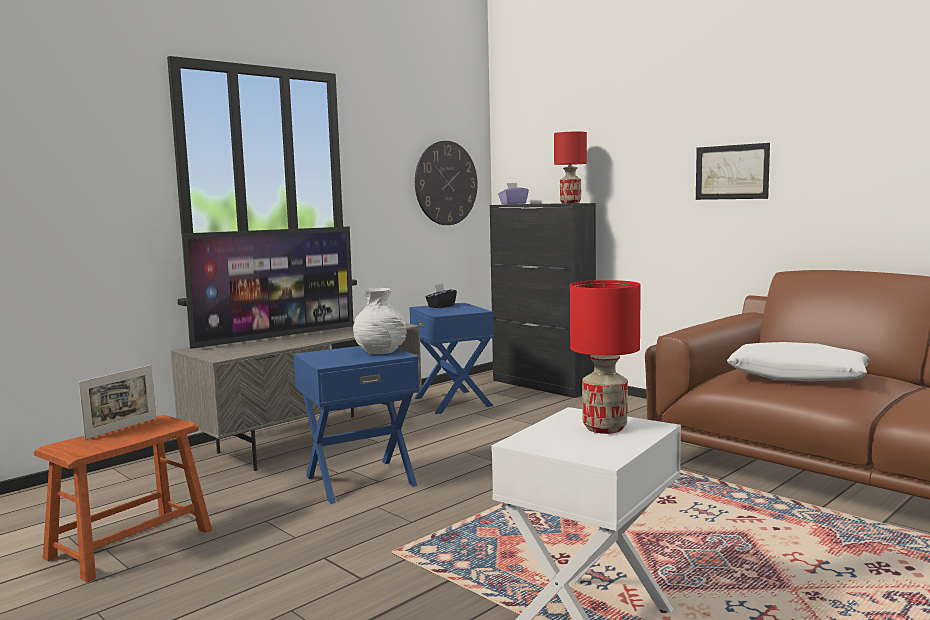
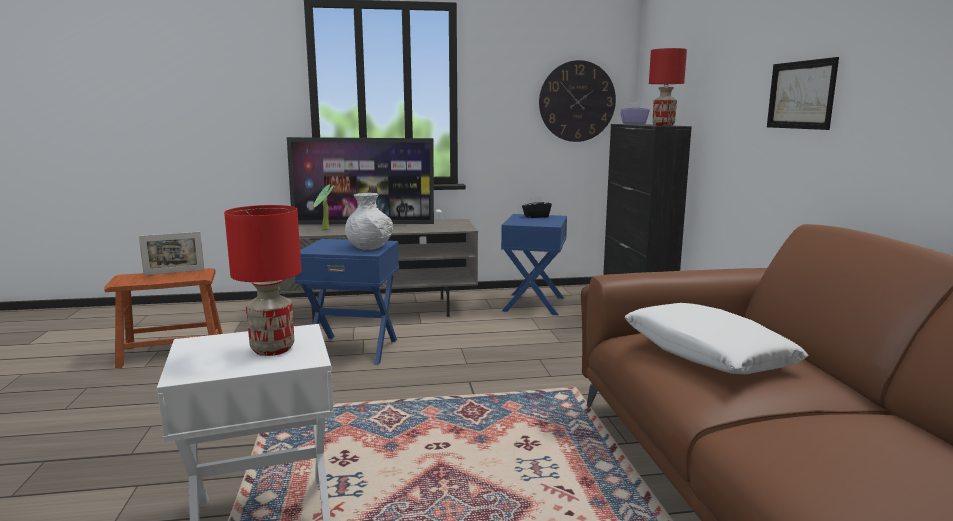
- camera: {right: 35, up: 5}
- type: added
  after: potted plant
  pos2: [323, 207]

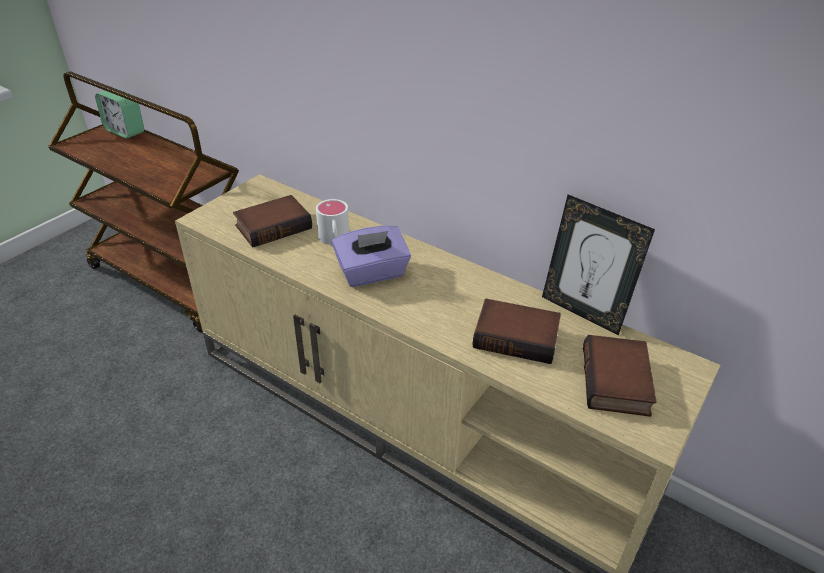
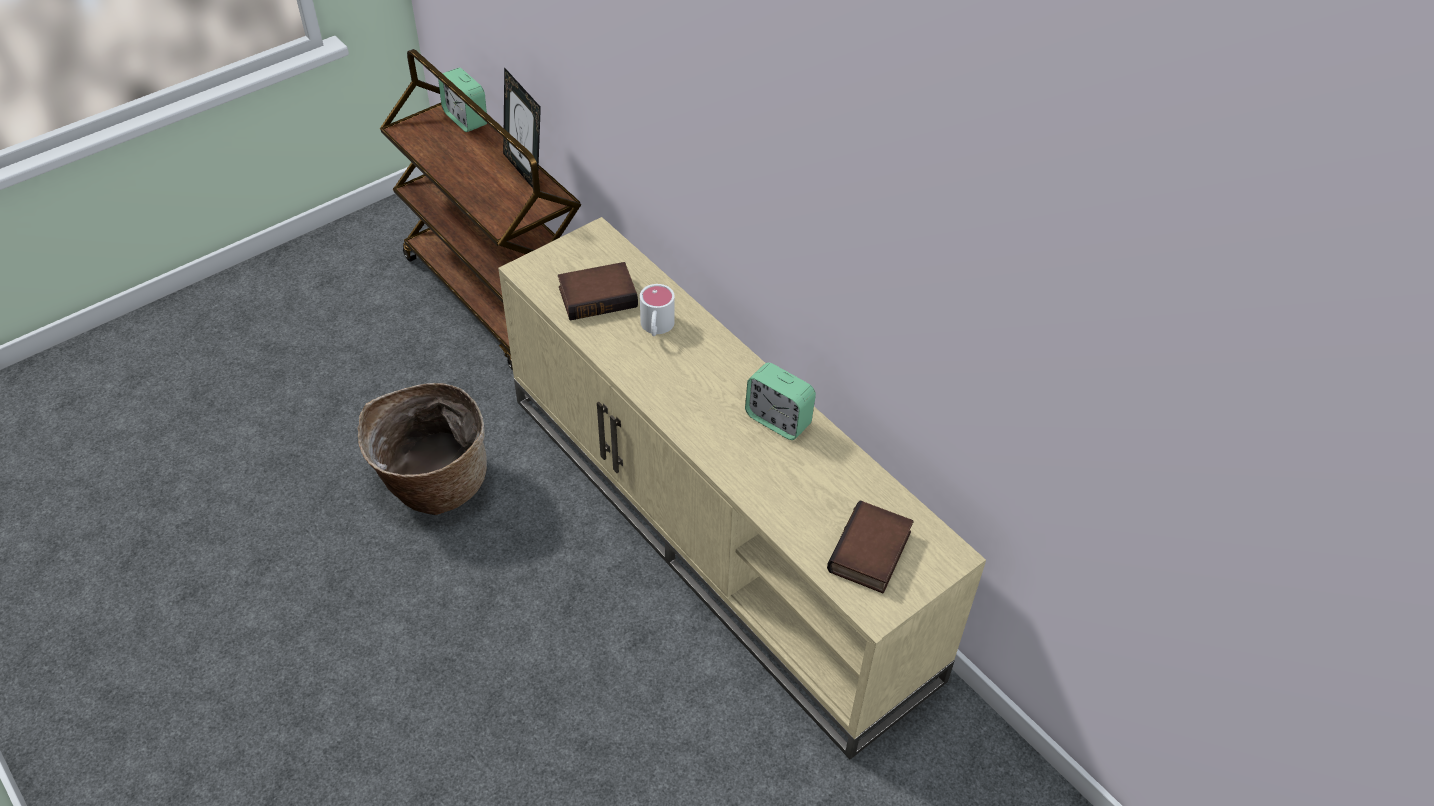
- camera: {right: 15, up: 10}
- type: added
  after: basket
  pos2: [422, 449]
- type: moved
  before: picture frame
  pos1: [598, 265]
  pos2: [522, 127]
- type: added
  after: alarm clock
  pos2: [780, 401]
- type: removed
  before: purple tissue box
  pos1: [371, 256]
- type: removed
  before: book
  pos1: [517, 331]

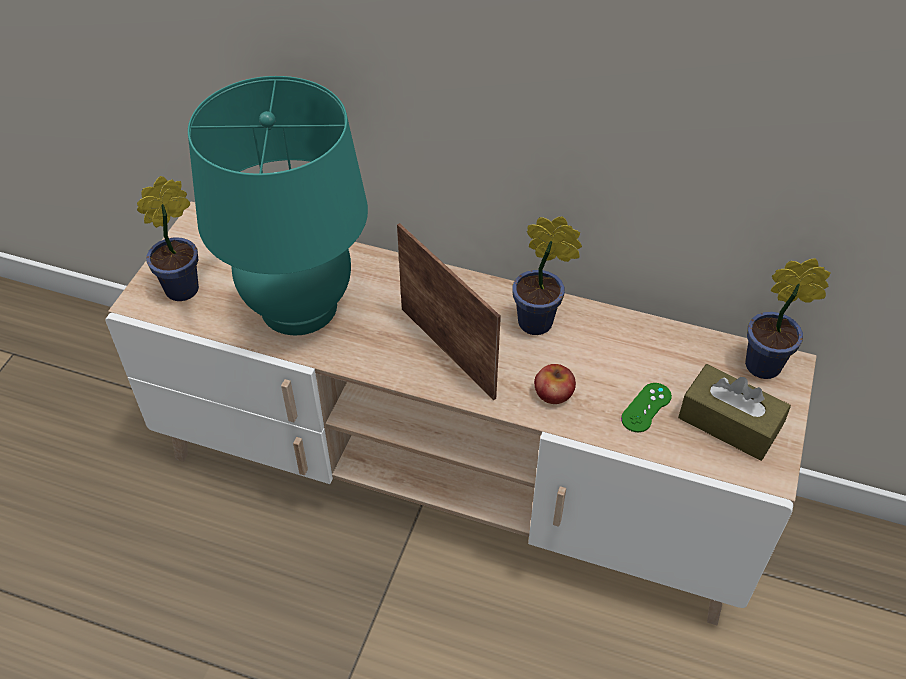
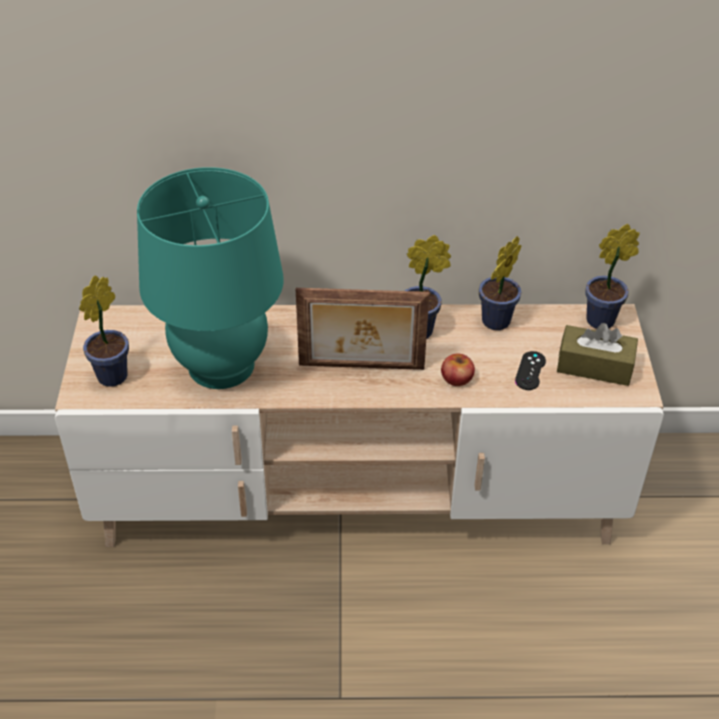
- camera: {right: -20, up: -5}
- type: turned
  before: picture frame
  pos1: [449, 311]
  pos2: [362, 329]
  turn: 150
- type: added
  after: potted plant
  pos2: [500, 283]
- type: recoloured
  before: green game controller
  after: black game controller
  pos1: [646, 407]
  pos2: [530, 370]

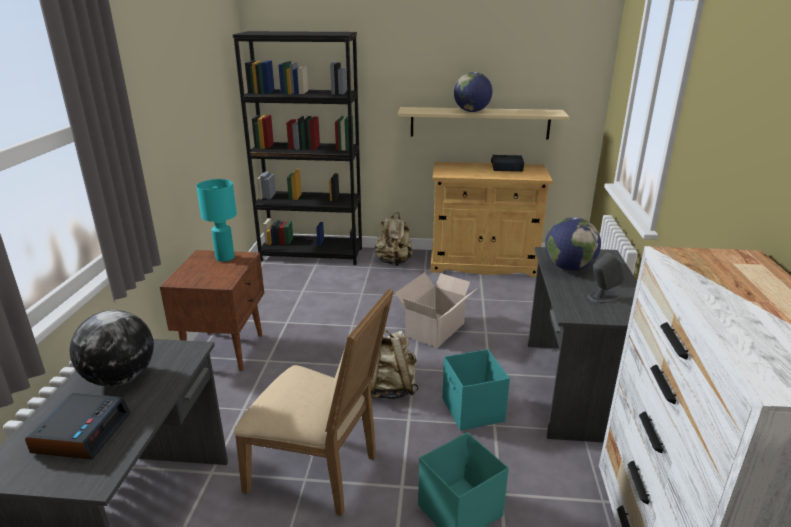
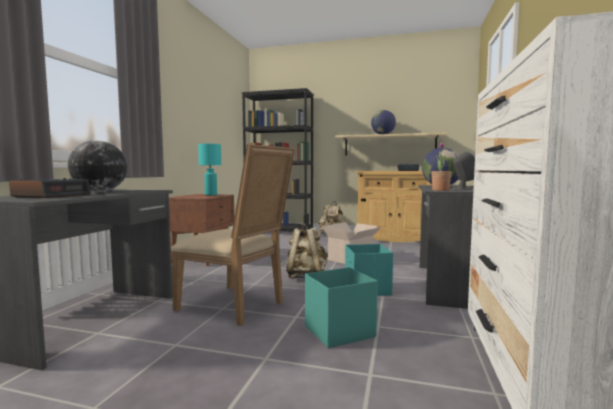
- camera: {right: 10, up: -20}
- type: added
  after: potted plant
  pos2: [441, 166]

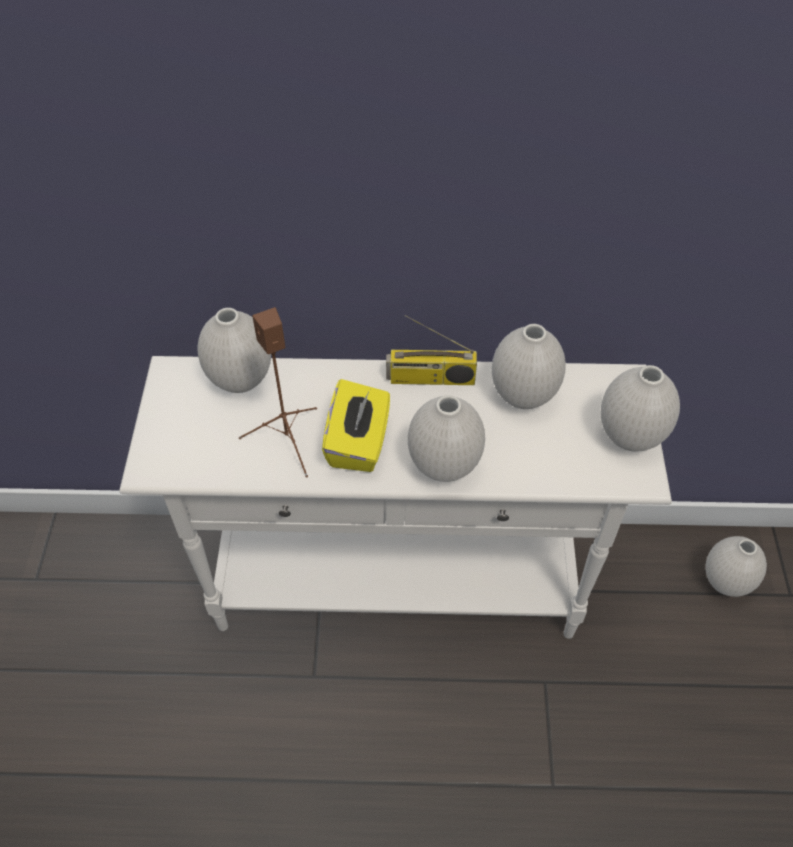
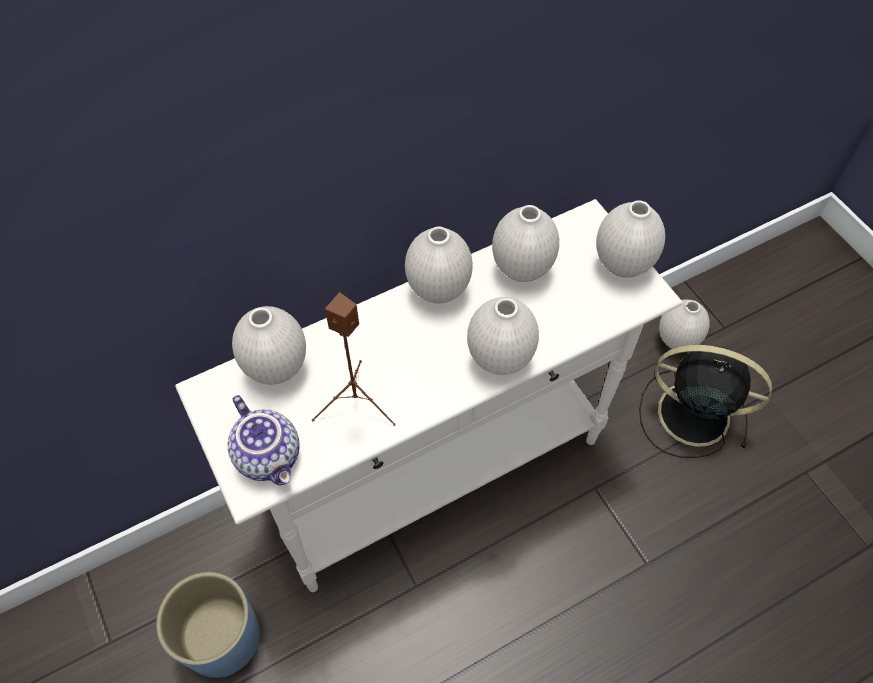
- camera: {right: -30, up: 5}
- type: added
  after: blue planter
  pos2: [208, 625]
- type: added
  after: teapot
  pos2: [264, 440]
- type: replaced
  before: radio
  after: white vase
  pos1: [431, 350]
  pos2: [439, 265]
- type: added
  after: black fan
  pos2: [705, 401]
- type: removed
  before: yellow tissue box
  pos1: [356, 425]

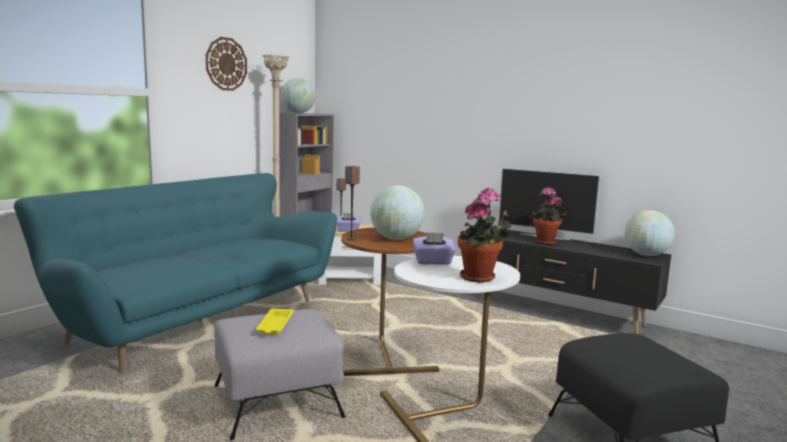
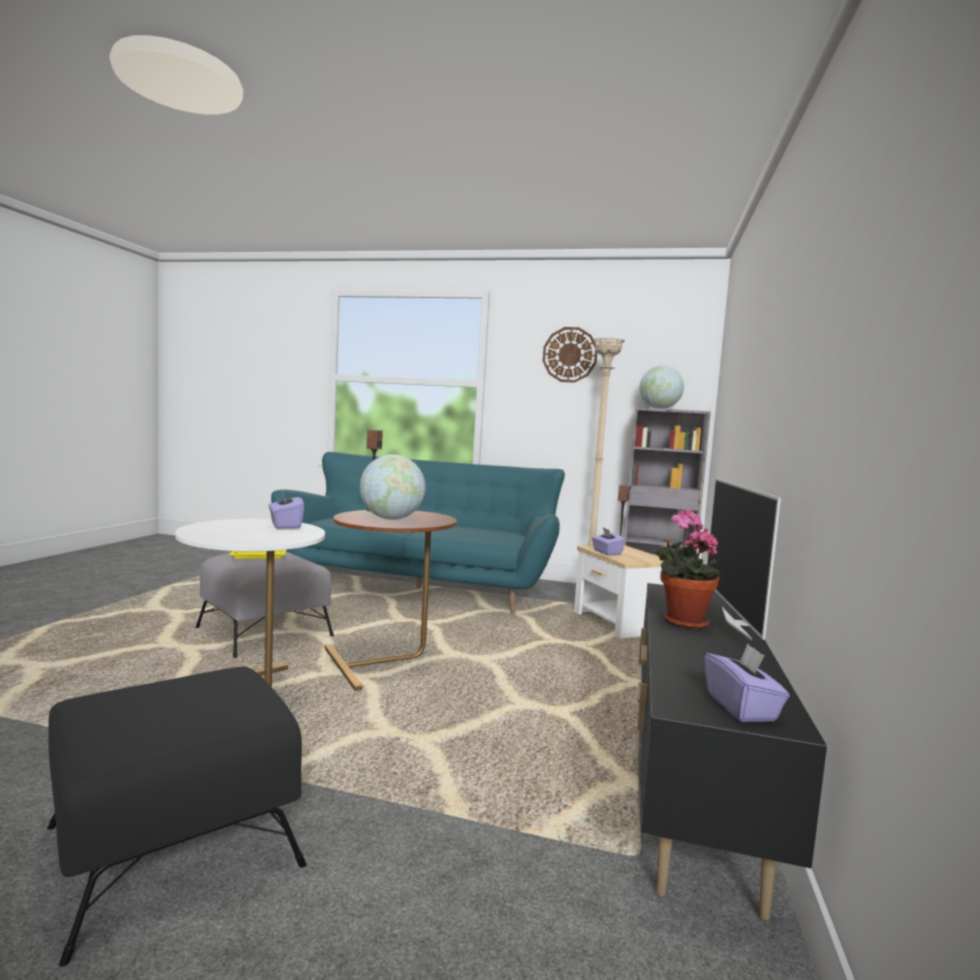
- camera: {right: 70, up: -5}
- type: replaced
  before: globe
  after: purple tissue box
  pos1: [650, 233]
  pos2: [747, 683]
- type: removed
  before: potted plant
  pos1: [484, 235]

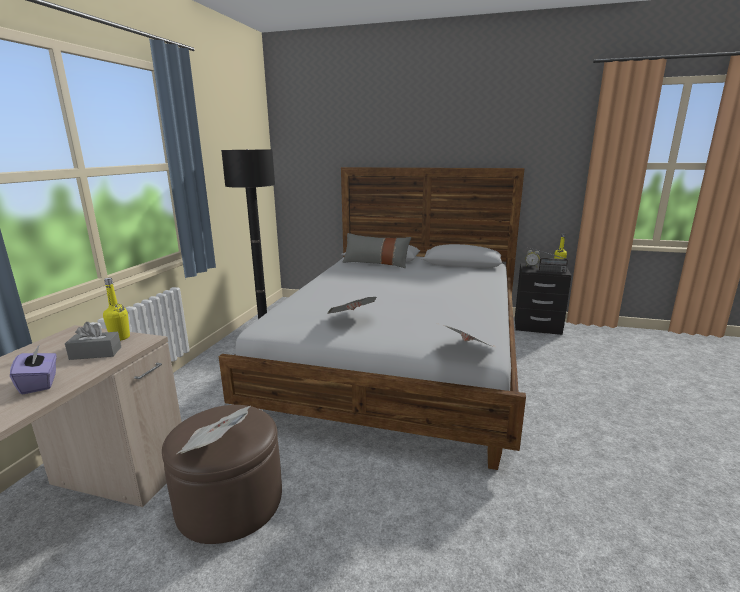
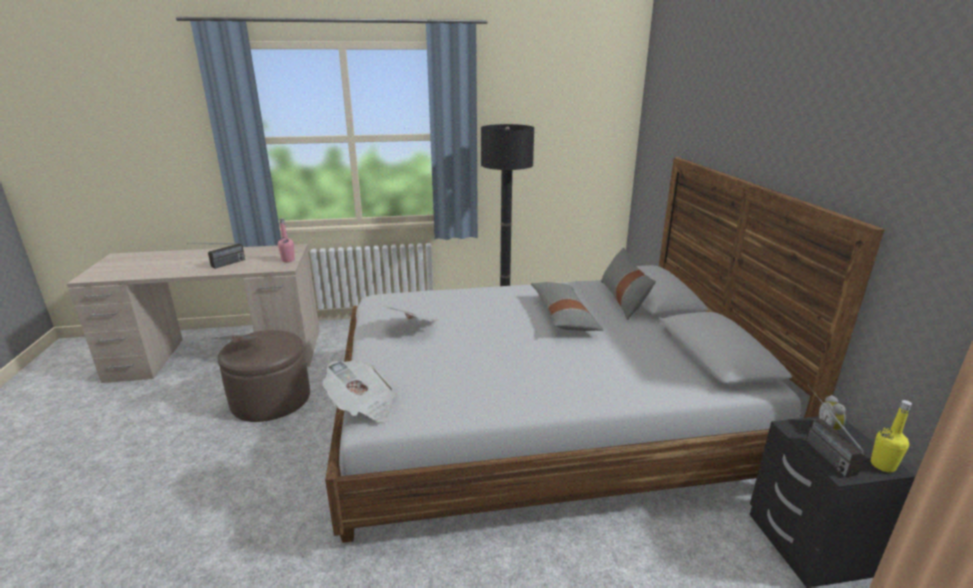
- camera: {right: 65, up: 5}
- type: replaced
  before: purple tissue box
  after: radio
  pos1: [33, 369]
  pos2: [216, 256]
- type: recoloured
  before: yellow bottle
  after: pink bottle
  pos1: [116, 309]
  pos2: [286, 240]
- type: added
  after: grey pillow
  pos2: [567, 306]
- type: removed
  before: grey tissue box
  pos1: [93, 341]

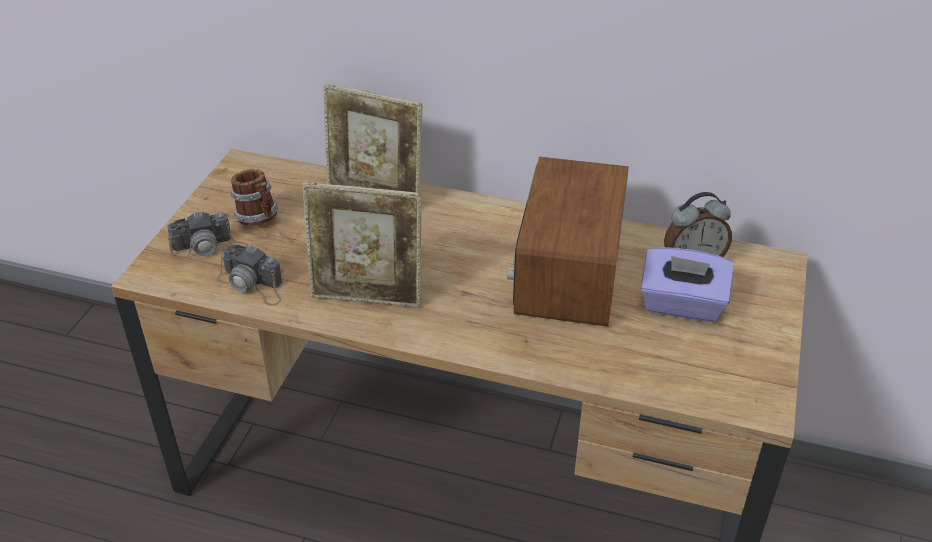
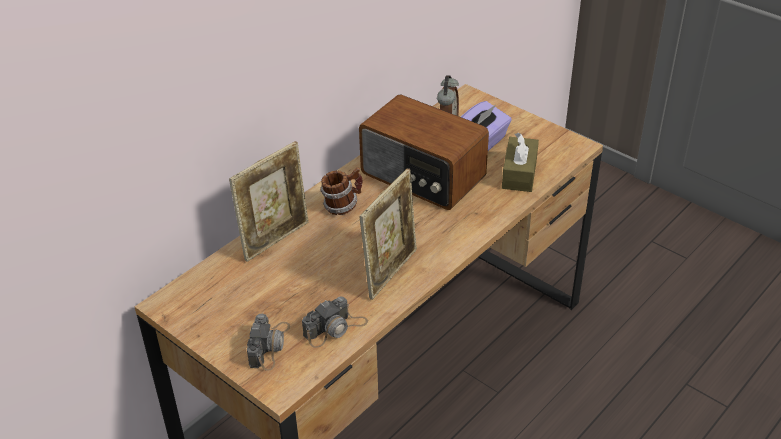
- camera: {right: -65, up: 0}
- type: moved
  before: mug
  pos1: [254, 197]
  pos2: [341, 191]
- type: added
  after: brown tissue box
  pos2: [520, 162]

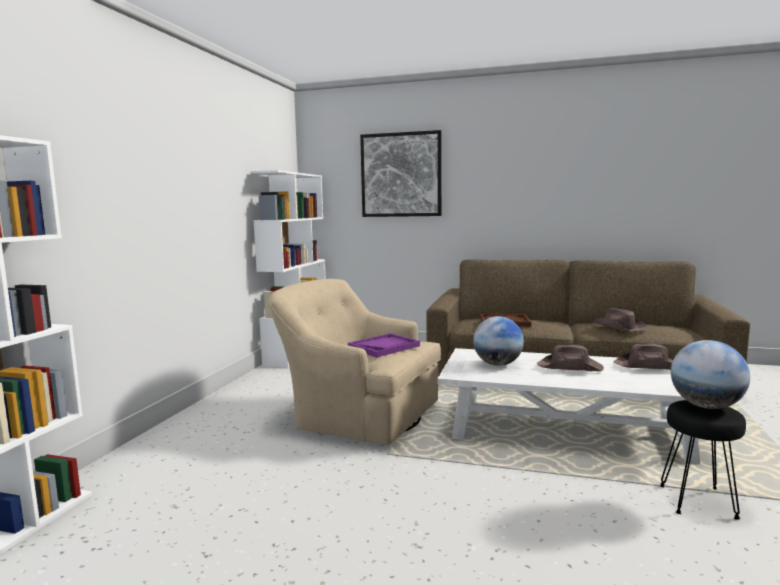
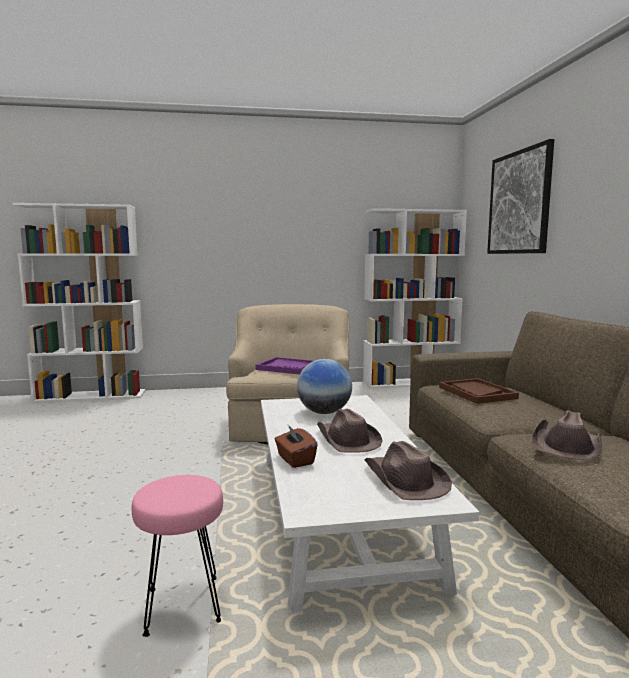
- camera: {right: 65, up: 0}
- type: recoloured
  before: black stool
  after: pink stool
  pos1: [703, 460]
  pos2: [177, 556]
- type: added
  after: brown tissue box
  pos2: [296, 446]
- type: removed
  before: globe
  pos1: [710, 374]

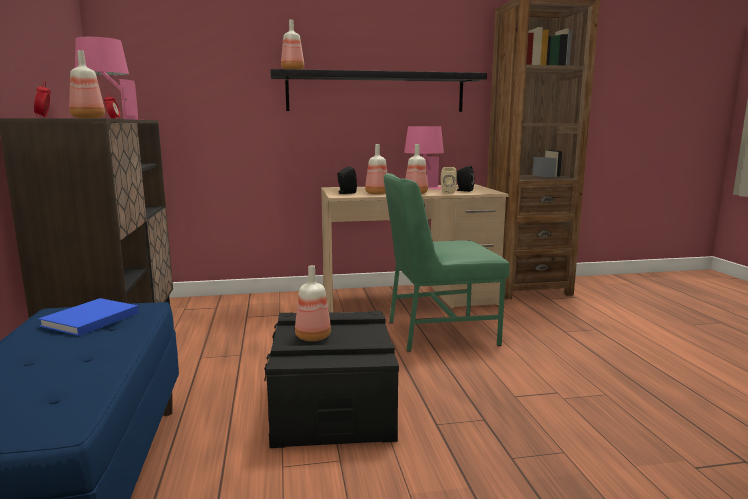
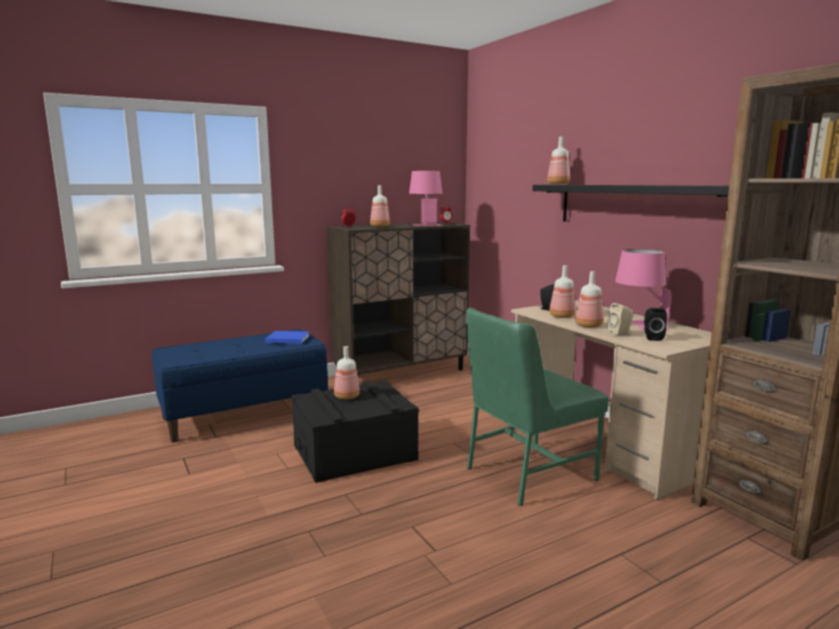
- camera: {right: 70, up: 0}
- type: turned
  before: green chair
  pos1: [447, 262]
  pos2: [537, 407]
  turn: -90

